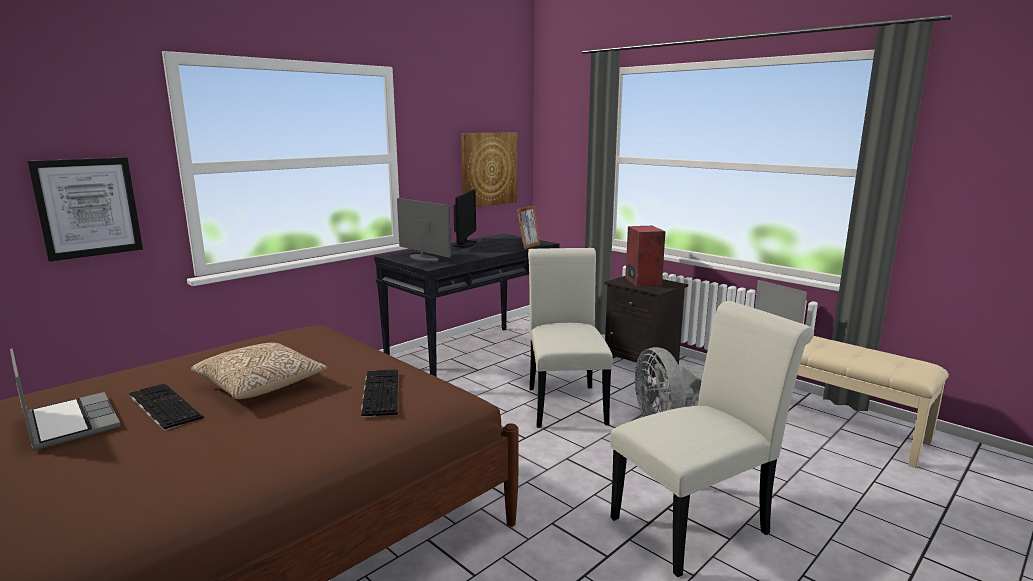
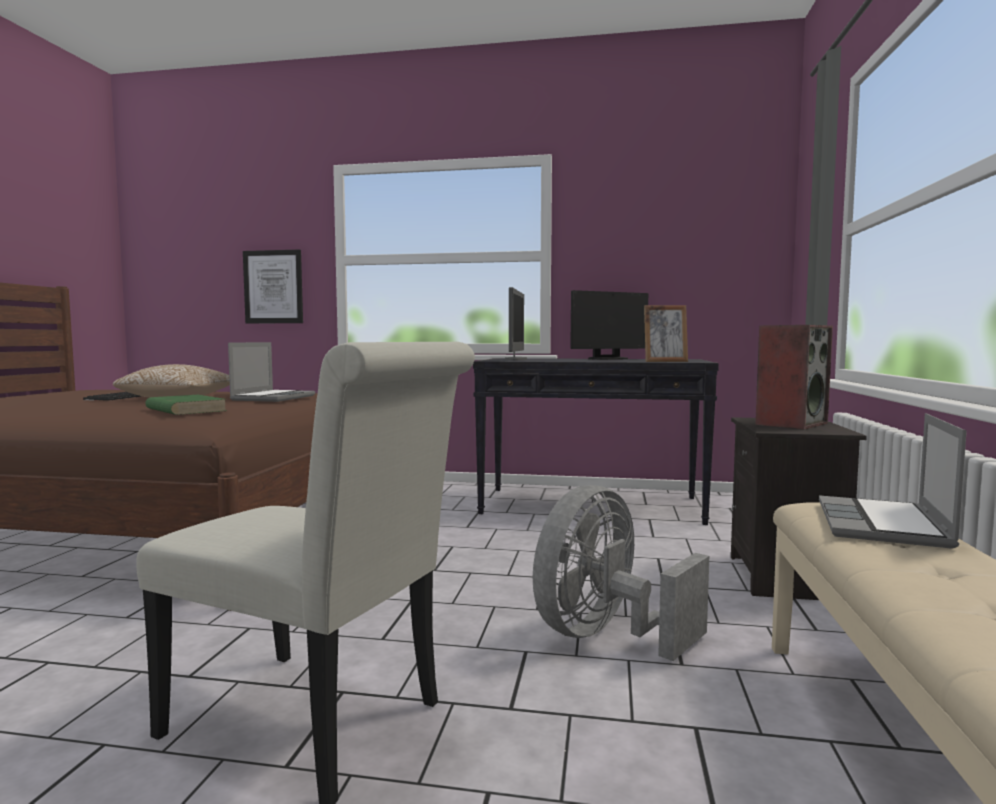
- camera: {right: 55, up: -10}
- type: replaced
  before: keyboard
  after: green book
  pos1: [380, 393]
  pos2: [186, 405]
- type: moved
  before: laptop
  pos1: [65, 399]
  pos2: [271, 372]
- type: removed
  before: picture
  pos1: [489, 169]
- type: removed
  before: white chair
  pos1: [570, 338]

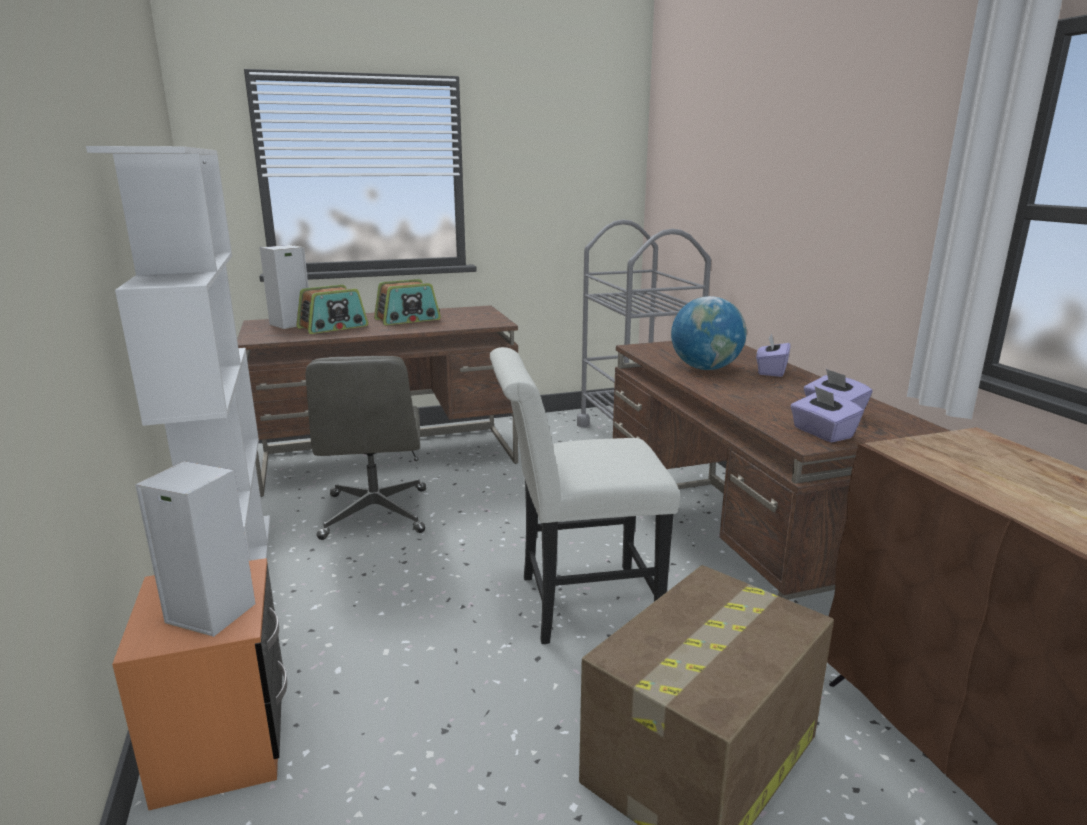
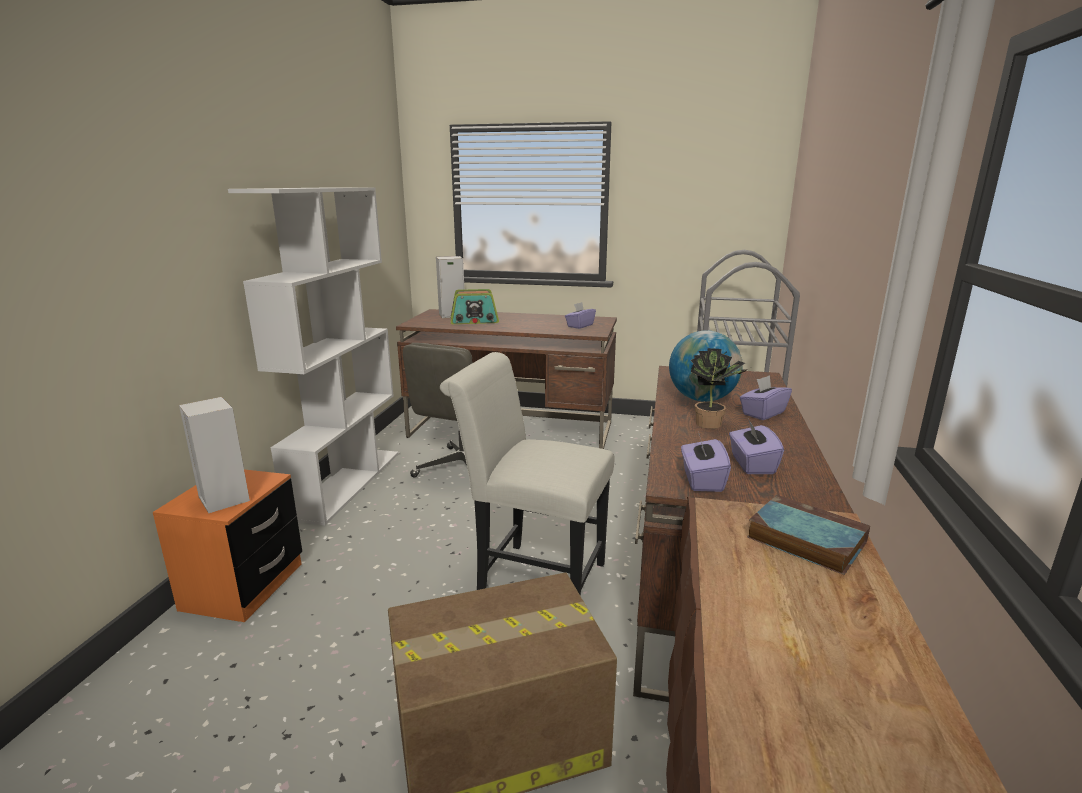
- camera: {right: 30, up: 0}
- type: added
  after: purple tissue box
  pos2: [580, 315]
- type: added
  after: potted plant
  pos2: [719, 388]
- type: added
  after: book
  pos2: [808, 535]
- type: removed
  before: radio
  pos1: [407, 302]

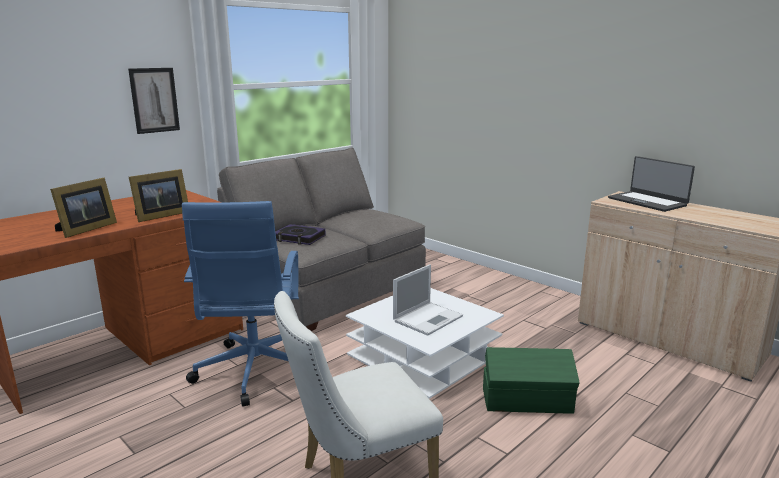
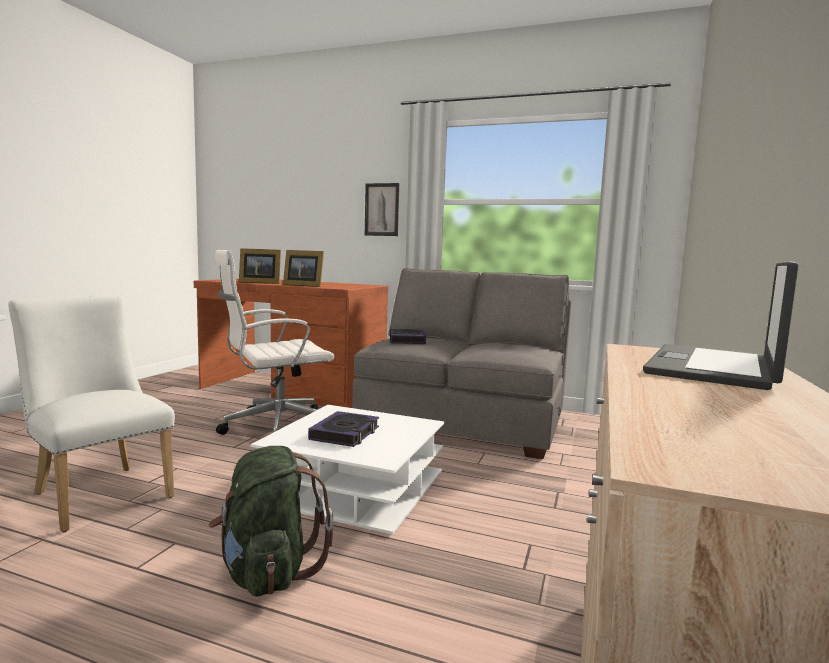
- camera: {right: 65, up: -10}
- type: replaced
  before: green storage box
  after: green backpack
  pos1: [531, 380]
  pos2: [271, 521]
- type: recoloured
  before: blue office chair
  after: white office chair
  pos1: [240, 304]
  pos2: [275, 342]
- type: replaced
  before: laptop
  after: book
  pos1: [428, 300]
  pos2: [343, 429]

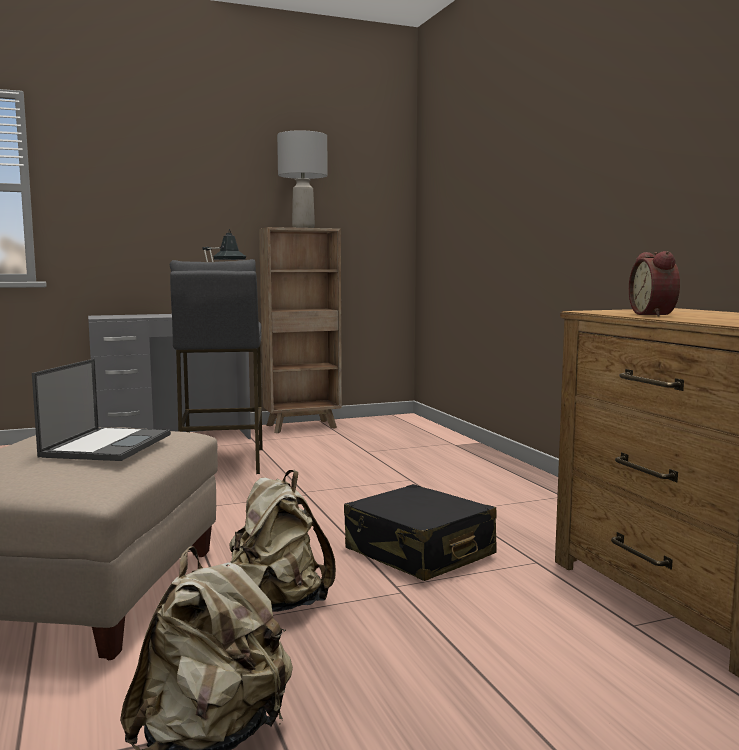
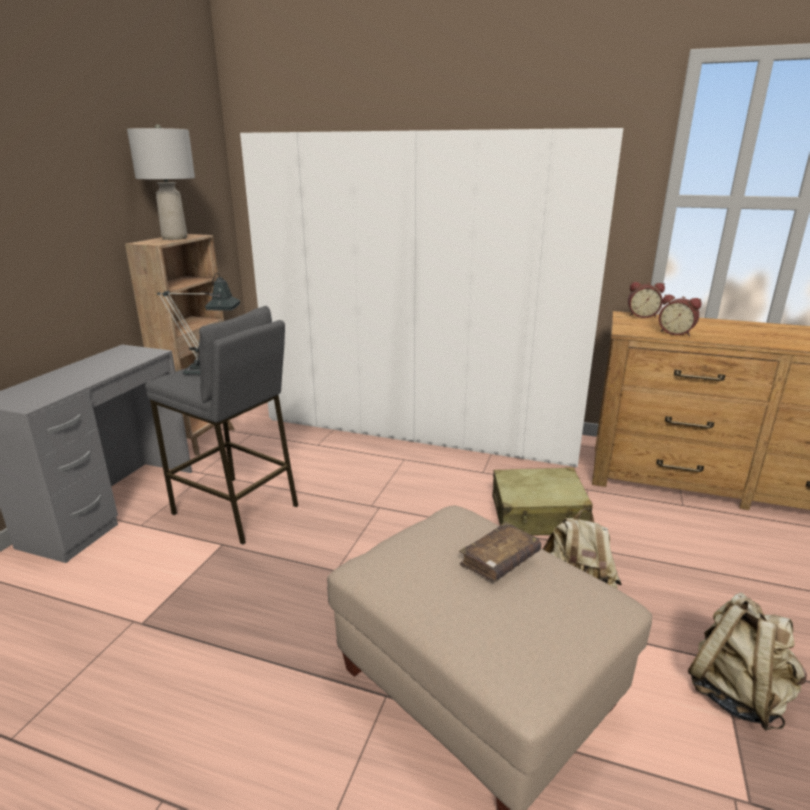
- camera: {right: -50, up: 15}
- type: added
  after: white wardrobe
  pos2: [431, 297]
- type: replaced
  before: laptop
  after: brown book
  pos1: [101, 410]
  pos2: [500, 551]
- type: recoloured
  before: black suitcase
  after: beige suitcase
  pos1: [420, 532]
  pos2: [542, 501]
- type: added
  after: alarm clock
  pos2: [646, 300]

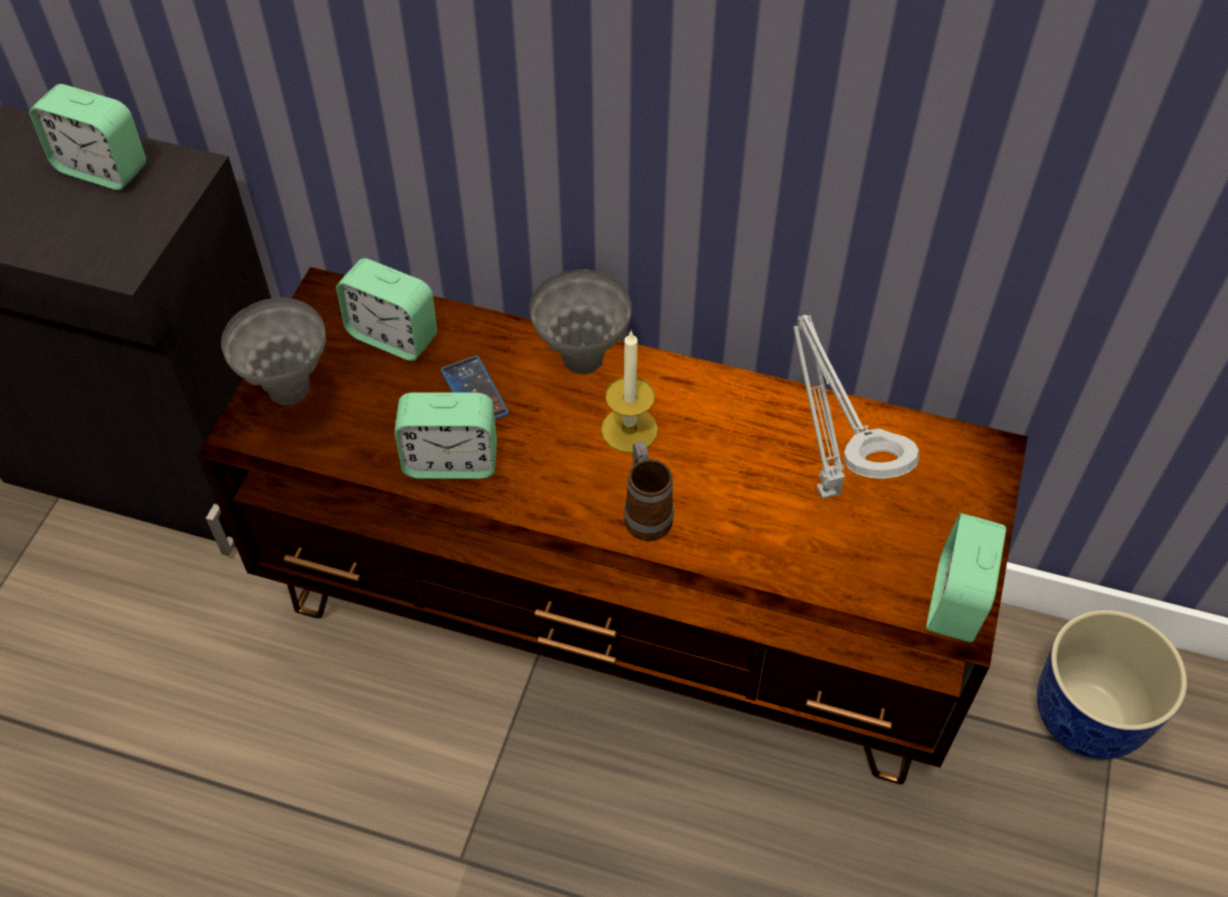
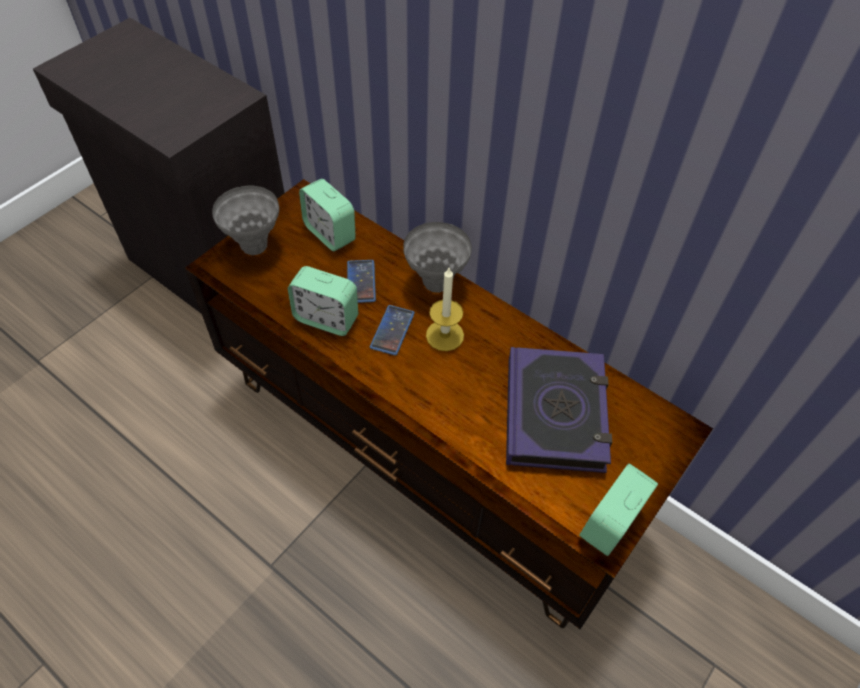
- camera: {right: 20, up: 0}
- type: added
  after: phone
  pos2: [392, 330]
- type: replaced
  before: grey table lamp
  after: book
  pos1: [856, 407]
  pos2: [559, 410]
- type: removed
  before: alarm clock
  pos1: [87, 137]
- type: removed
  before: mug
  pos1: [649, 491]
- type: removed
  before: planter
  pos1: [1112, 685]

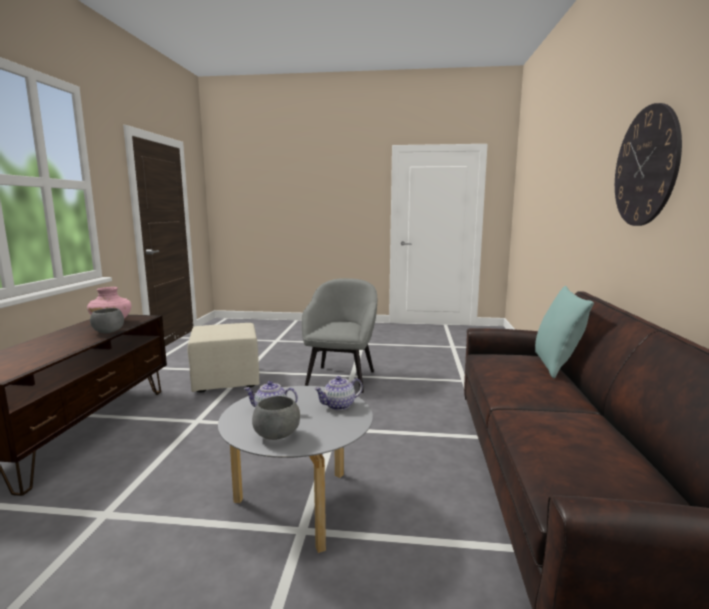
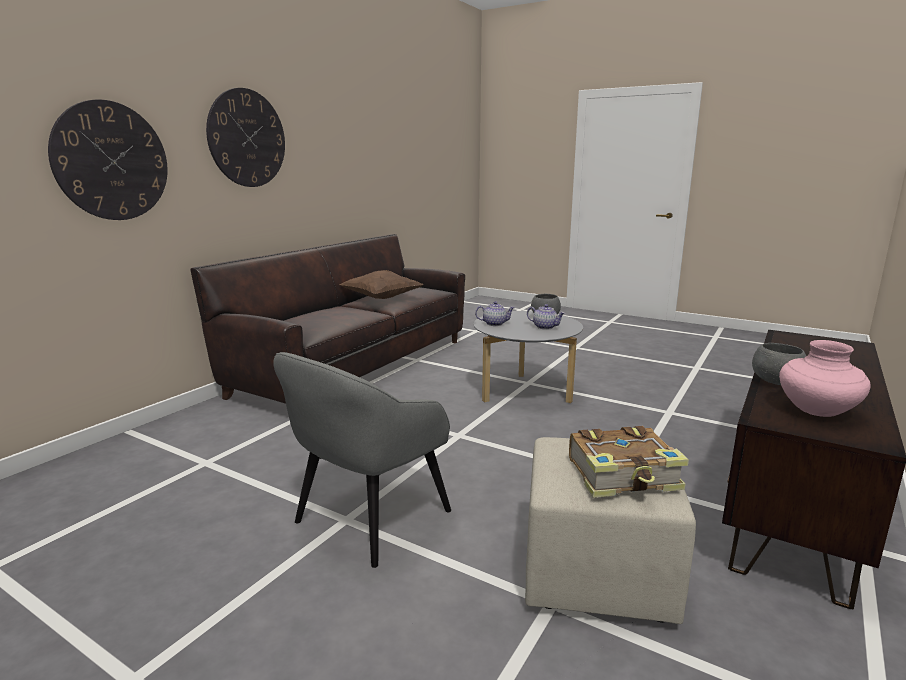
- camera: {right: -155, up: 5}
- type: added
  after: wall clock
  pos2: [108, 160]
- type: added
  after: brown pillow
  pos2: [381, 284]
- type: added
  after: book
  pos2: [629, 462]
- type: removed
  before: turquoise pillow
  pos1: [564, 332]

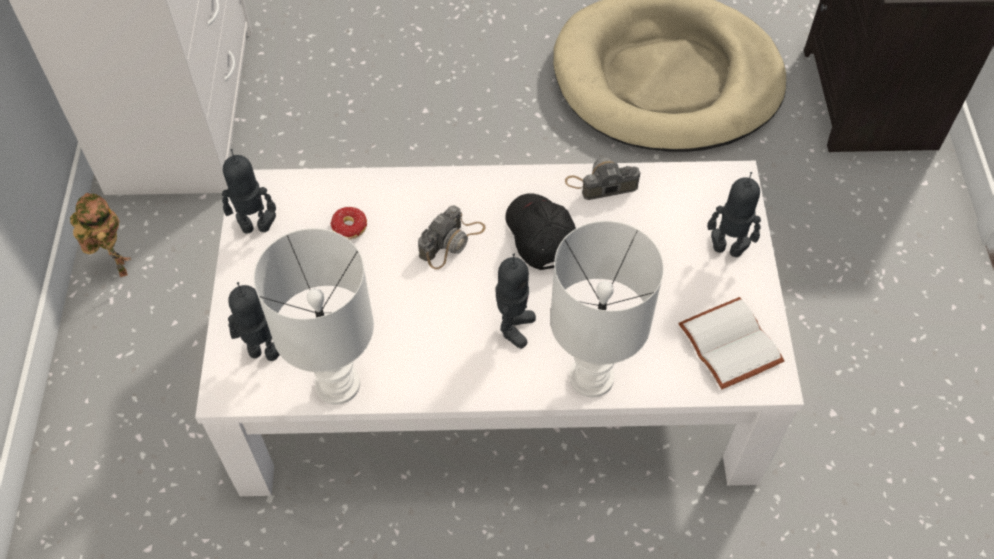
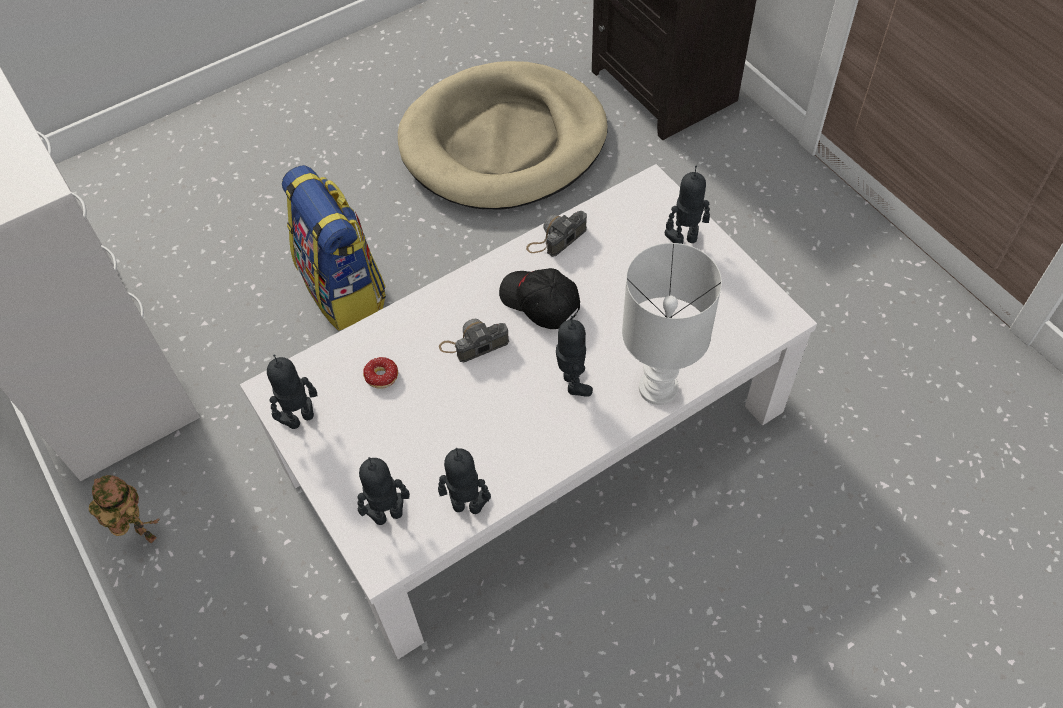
- camera: {right: -30, up: 0}
- type: added
  after: backpack
  pos2: [334, 248]
- type: replaced
  before: white table lamp
  after: toy robot
  pos1: [314, 316]
  pos2: [464, 481]
- type: turned
  before: photo camera
  pos1: [452, 237]
  pos2: [474, 340]
  turn: -120
- type: removed
  before: white book
  pos1: [731, 343]

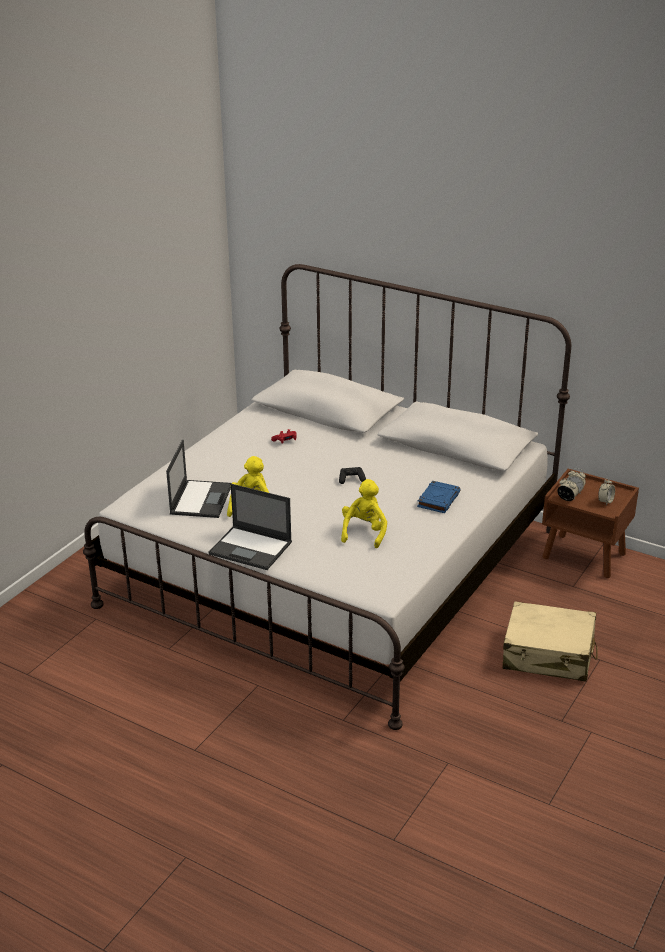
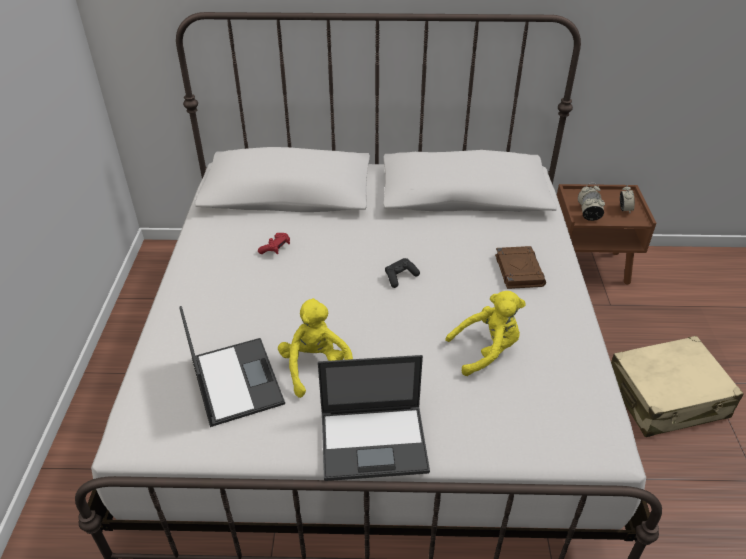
- camera: {right: -30, up: 10}
- type: turned
  before: yellow plush toy
  pos1: [364, 513]
  pos2: [485, 333]
  turn: 90
- type: recoloured
  before: blue book
  after: brown book
  pos1: [438, 497]
  pos2: [520, 267]

